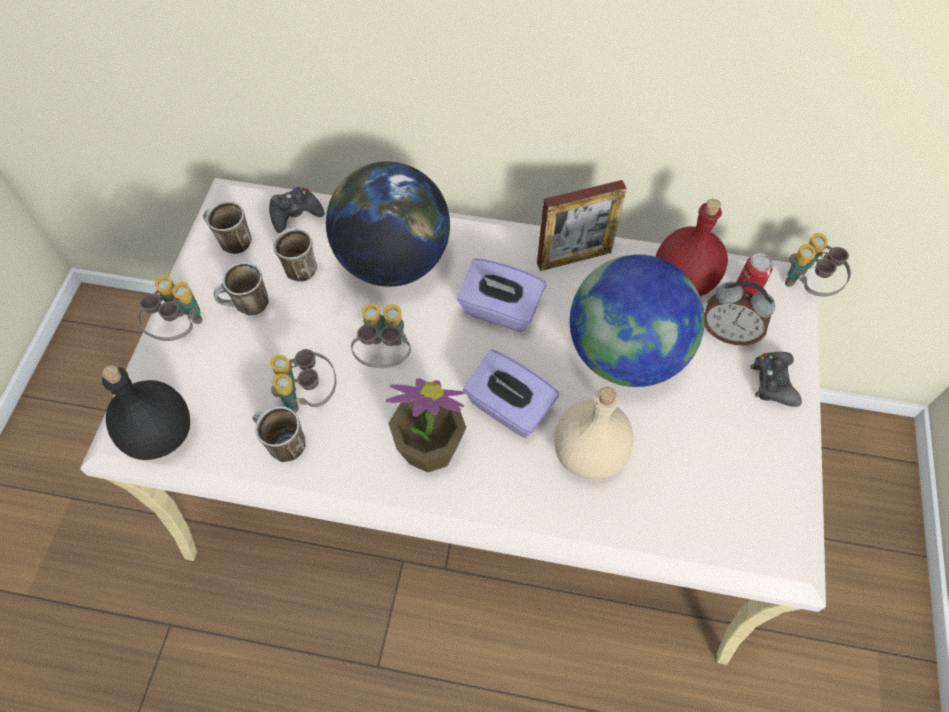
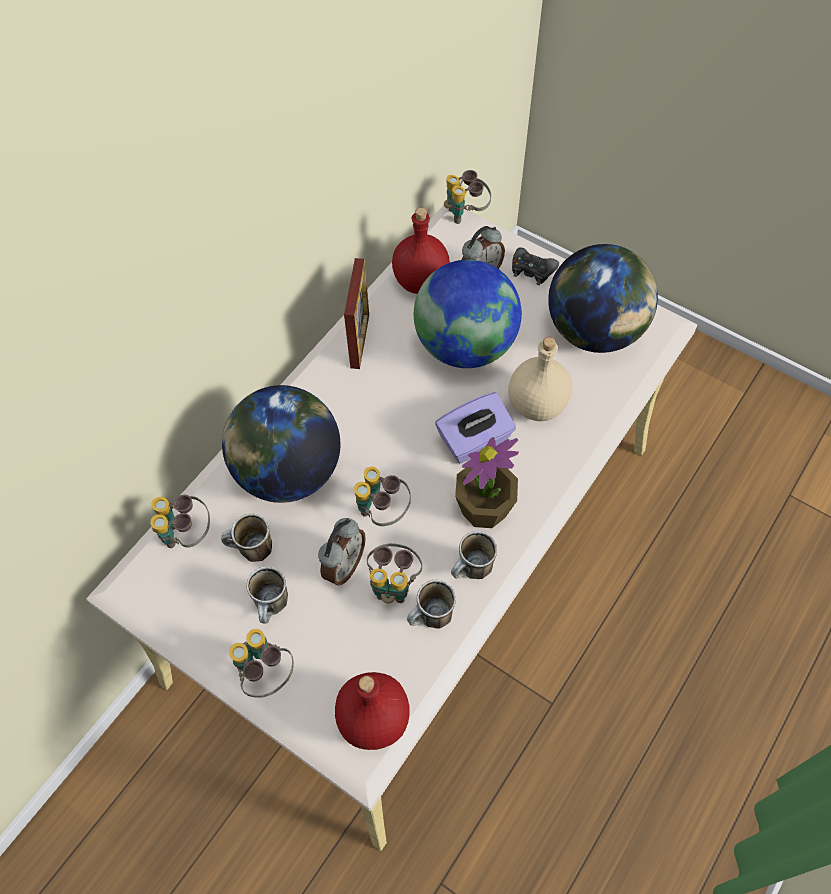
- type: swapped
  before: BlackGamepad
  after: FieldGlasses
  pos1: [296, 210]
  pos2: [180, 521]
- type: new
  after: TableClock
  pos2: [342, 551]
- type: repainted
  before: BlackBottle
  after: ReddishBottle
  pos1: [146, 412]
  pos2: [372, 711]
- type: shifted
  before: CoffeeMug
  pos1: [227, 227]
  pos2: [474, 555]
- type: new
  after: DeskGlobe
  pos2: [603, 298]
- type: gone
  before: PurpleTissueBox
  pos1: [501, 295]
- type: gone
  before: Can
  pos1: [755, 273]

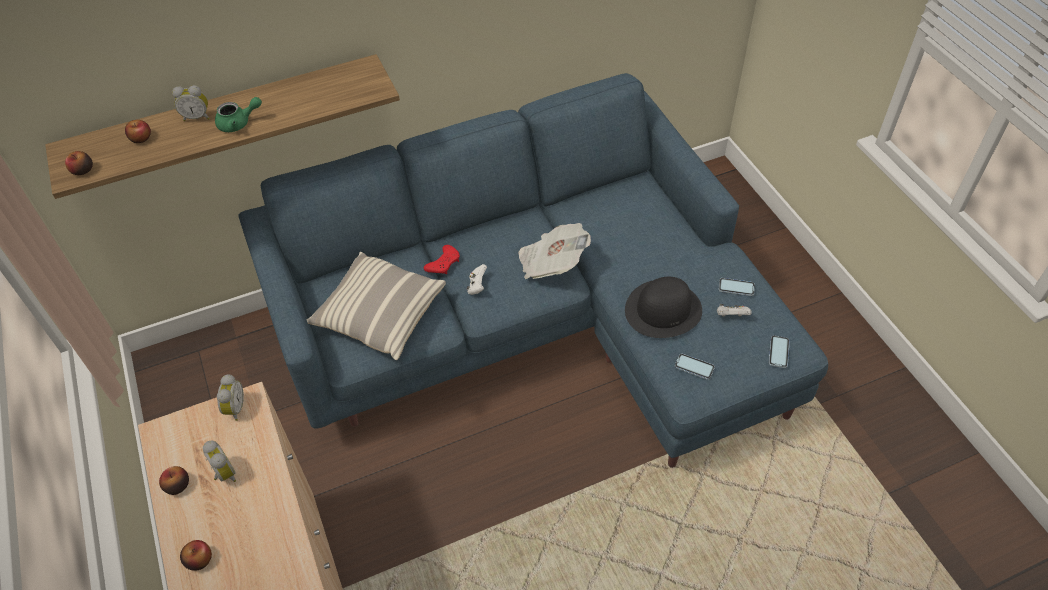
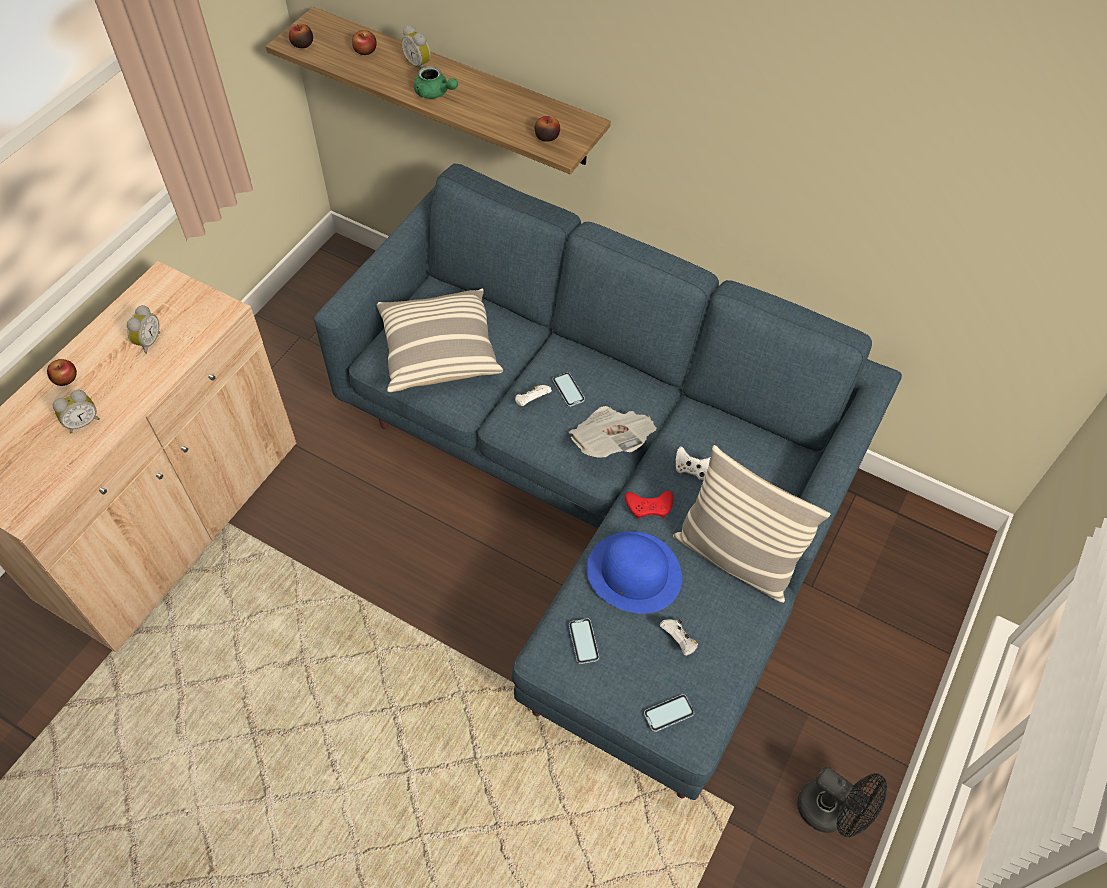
- type: shifted
  before: TableClock
  pos1: [230, 397]
  pos2: [76, 411]
- type: shifted
  before: Apple
  pos1: [174, 480]
  pos2: [547, 129]
- type: shifted
  before: Phone
  pos1: [737, 287]
  pos2: [568, 389]
- type: repainted
  before: BlackWearableHat
  after: BlueColouredWearableHat
  pos1: [663, 307]
  pos2: [634, 572]
- type: shifted
  before: ReddishGamepad
  pos1: [442, 260]
  pos2: [649, 505]
- type: new
  after: ThrowPillow
  pos2: [752, 524]
- type: new
  after: WhiteGamepad
  pos2: [693, 463]
- type: new
  after: BlackCoolingFan
  pos2: [842, 801]

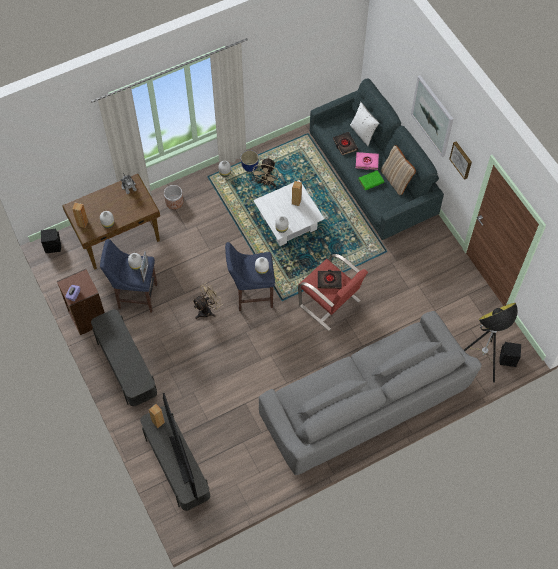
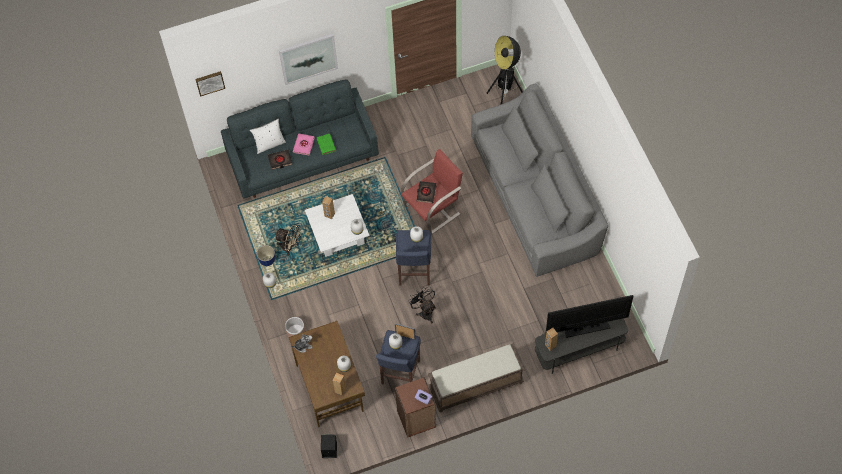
- type: shifted
  before: Picture
  pos1: [460, 161]
  pos2: [210, 84]
- type: repainted
  before: BeigeColouredCoolingFan
  after: BlackCoolingFan
  pos1: [207, 300]
  pos2: [422, 304]
- type: swapped
  before: GreyishMediaConsole
  after: BrownishLongSeat
  pos1: [124, 357]
  pos2: [476, 378]
- type: gone
  before: BeigeColouredThrowPillow
  pos1: [398, 170]

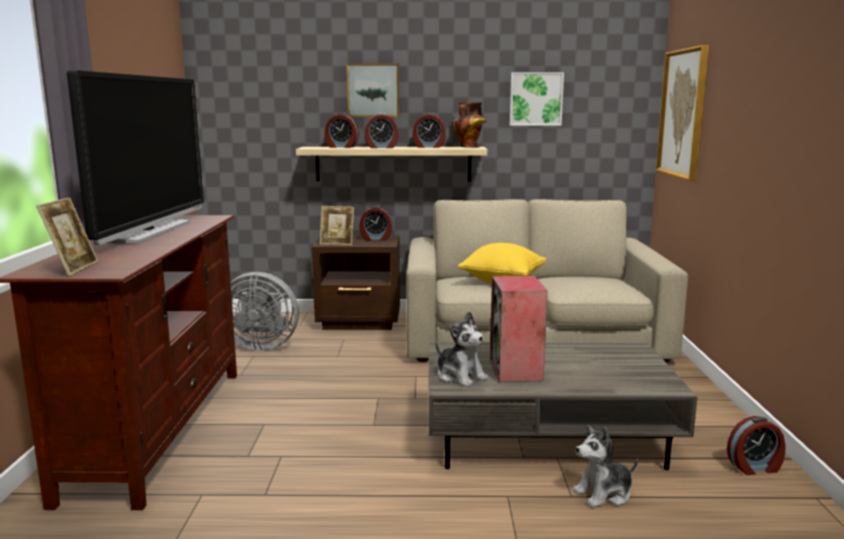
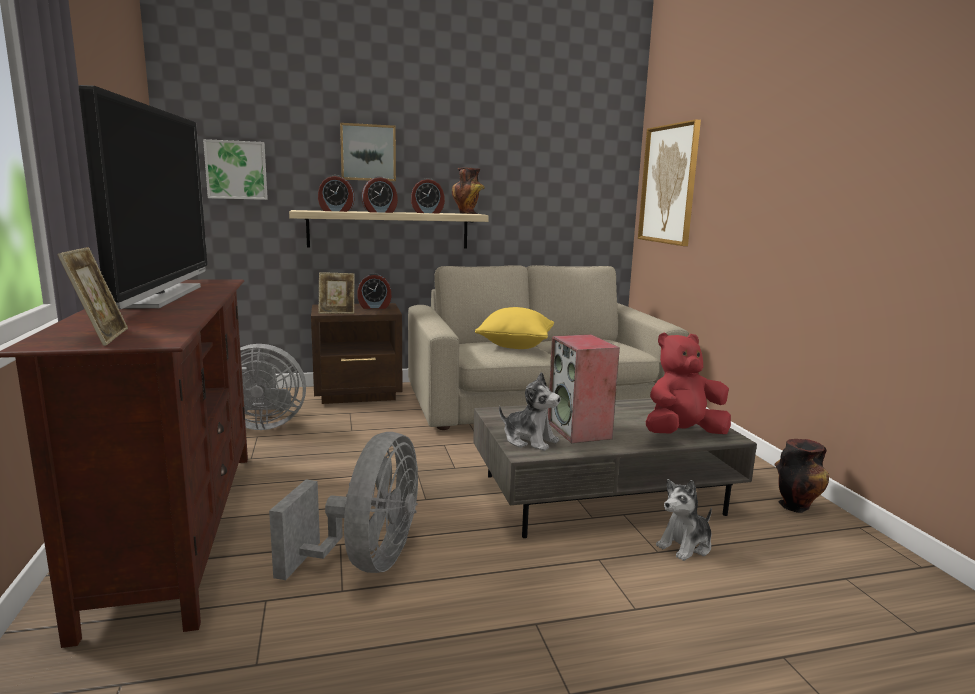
- type: shifted
  before: Picture
  pos1: [537, 99]
  pos2: [235, 169]
- type: new
  after: GreyishCoolingFan
  pos2: [343, 506]
- type: new
  after: ReddishPlushToy
  pos2: [688, 383]
- type: swapped
  before: TableClock
  after: FlowerVase
  pos1: [756, 445]
  pos2: [802, 476]

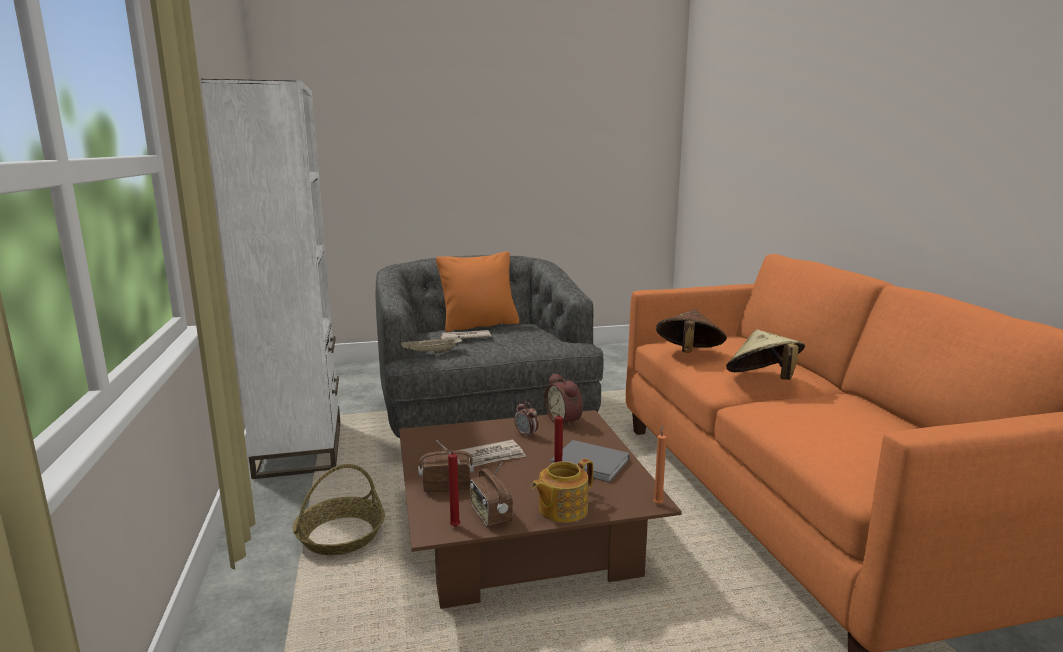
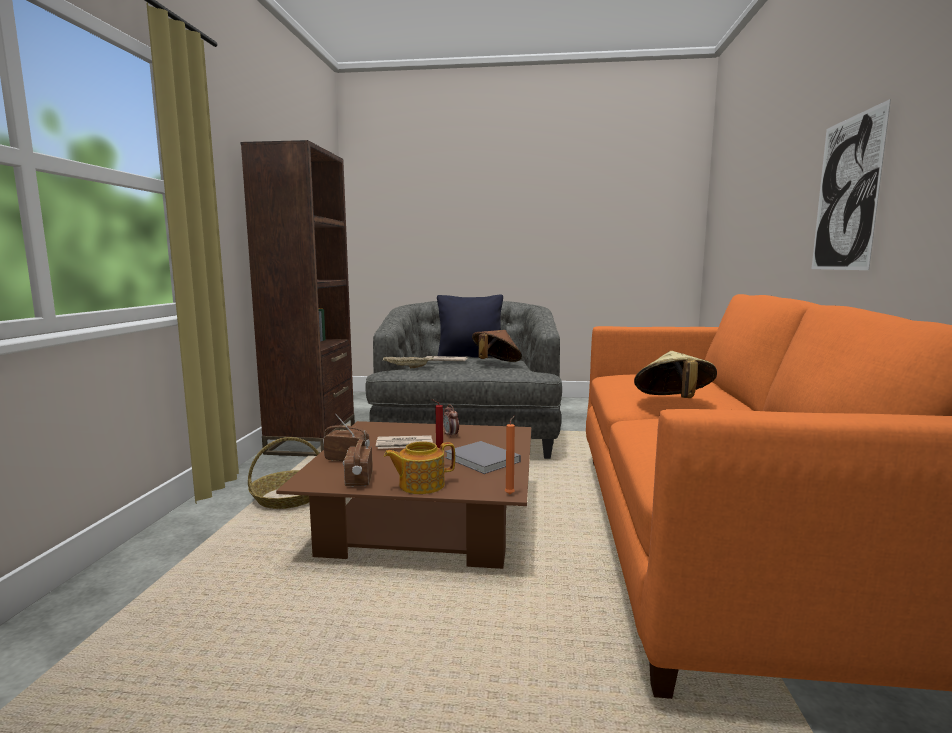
- type: repainted
  before: WhiteBookshelf
  after: BrownishBookshelf
  pos1: [271, 279]
  pos2: [297, 298]
- type: repainted
  before: OrangeColouredThrowPillow
  after: BlackThrowPillow
  pos1: [477, 291]
  pos2: [470, 326]
- type: shifted
  before: BrownishWearableHat
  pos1: [691, 331]
  pos2: [497, 346]
- type: new
  after: Picture
  pos2: [851, 184]
- type: gone
  before: ReddishWaxCandle
  pos1: [452, 488]
- type: gone
  before: TableClock
  pos1: [564, 400]

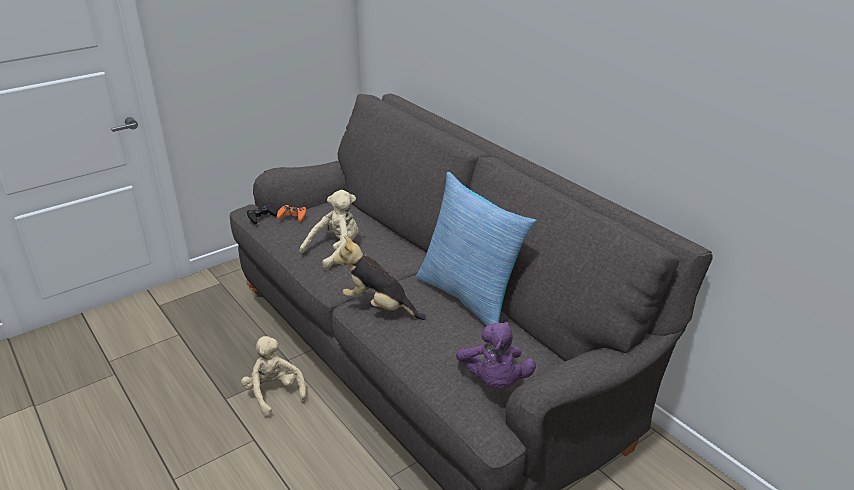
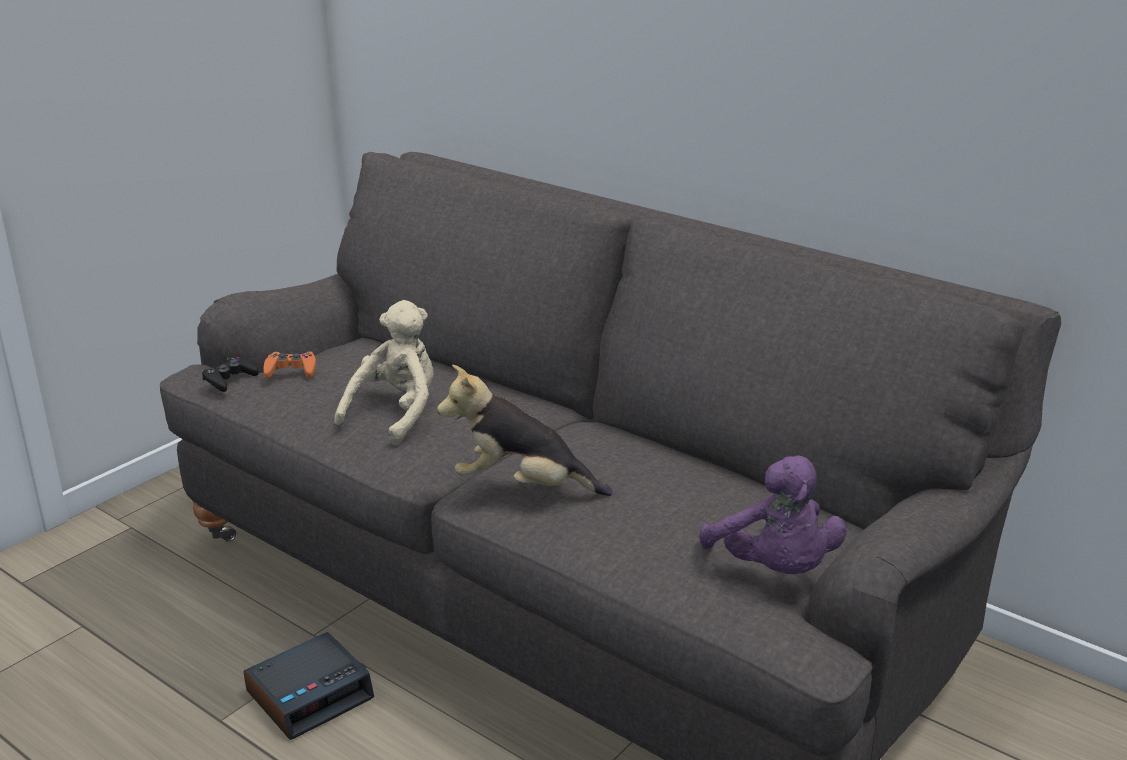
- type: swapped
  before: BeigeColouredPlushToy
  after: TableClock
  pos1: [273, 376]
  pos2: [308, 686]
- type: gone
  before: ThrowPillow
  pos1: [476, 249]

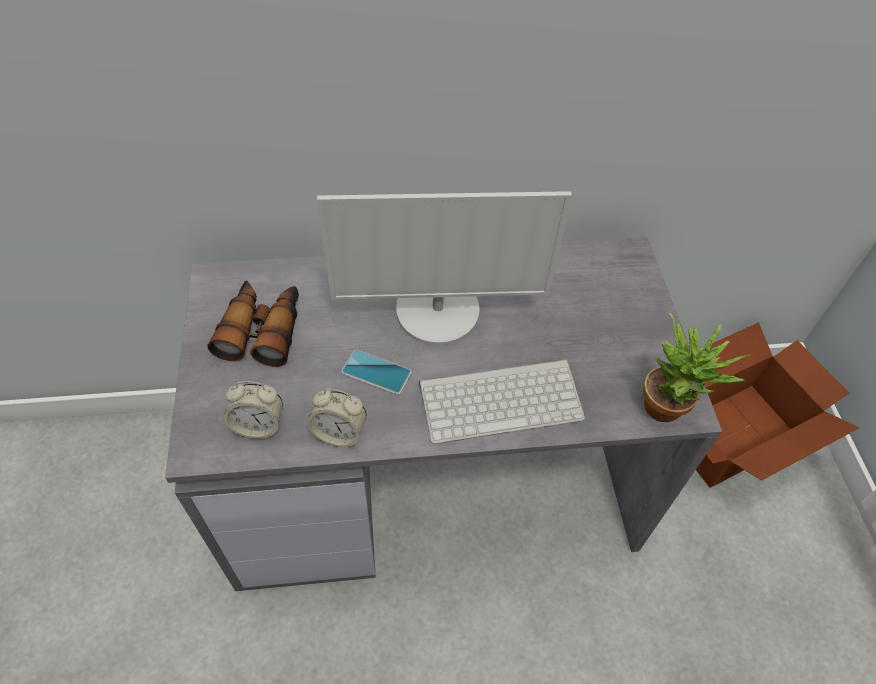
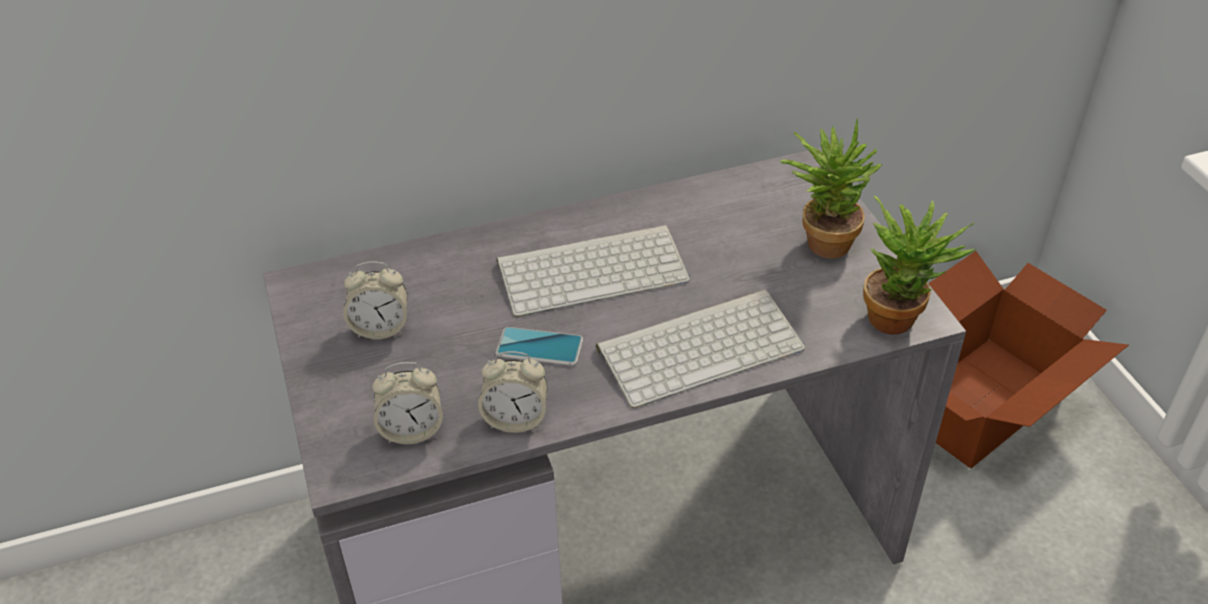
- type: swapped
  before: FieldGlasses
  after: TableClock
  pos1: [253, 323]
  pos2: [375, 300]
- type: swapped
  before: ComputerScreen
  after: PcKeyboard
  pos1: [444, 268]
  pos2: [593, 271]
- type: new
  after: Houseplant
  pos2: [831, 188]

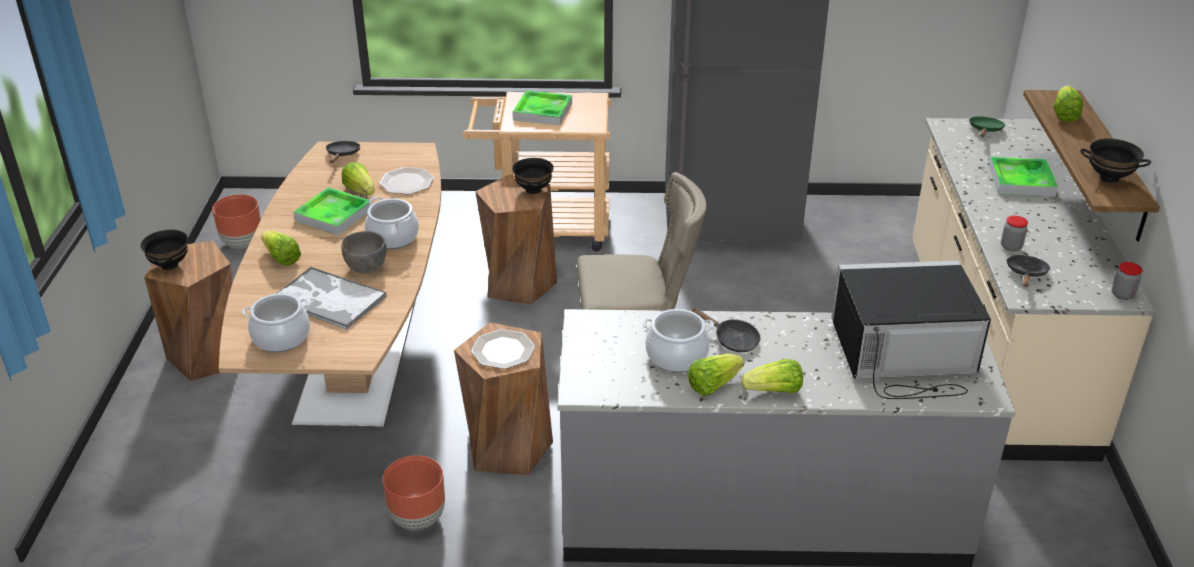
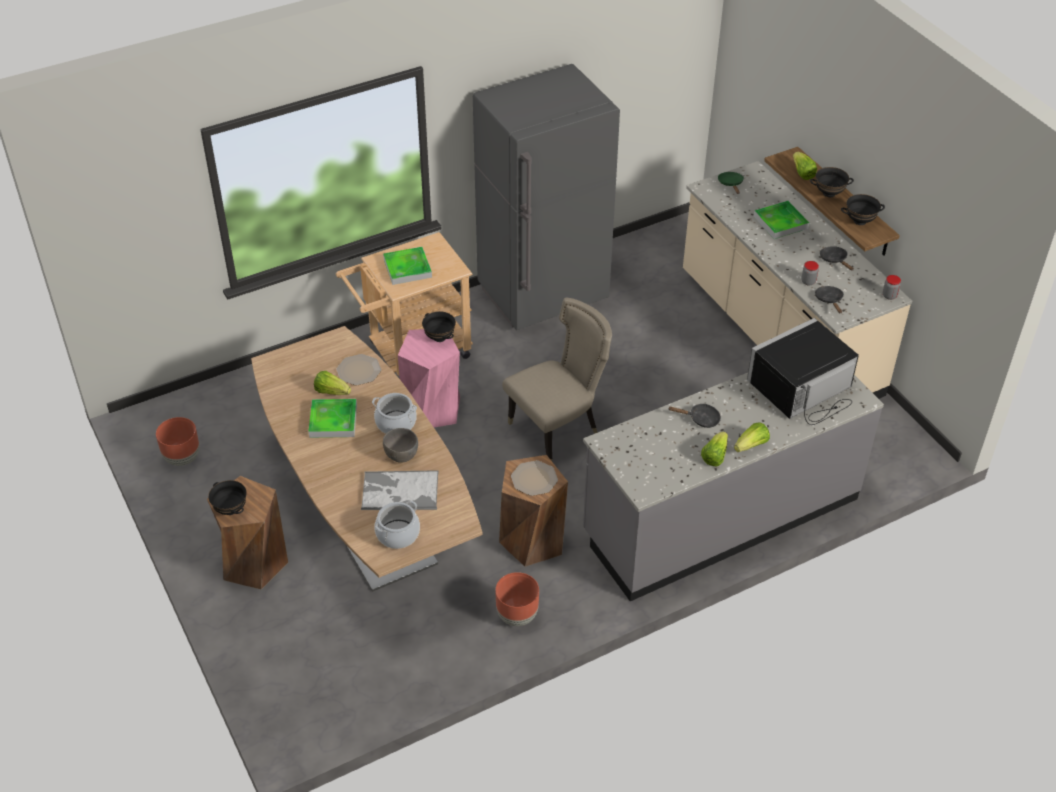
- type: repainted
  before: BrownishSittingStool
  after: PinkSittingStool
  pos1: [516, 239]
  pos2: [429, 378]
- type: new
  after: BlackBowl
  pos2: [832, 182]
- type: shifted
  before: BlackSkillet
  pos1: [343, 152]
  pos2: [837, 258]
- type: gone
  before: LettuceHead
  pos1: [281, 248]
- type: gone
  before: CookingPot
  pos1: [678, 340]

